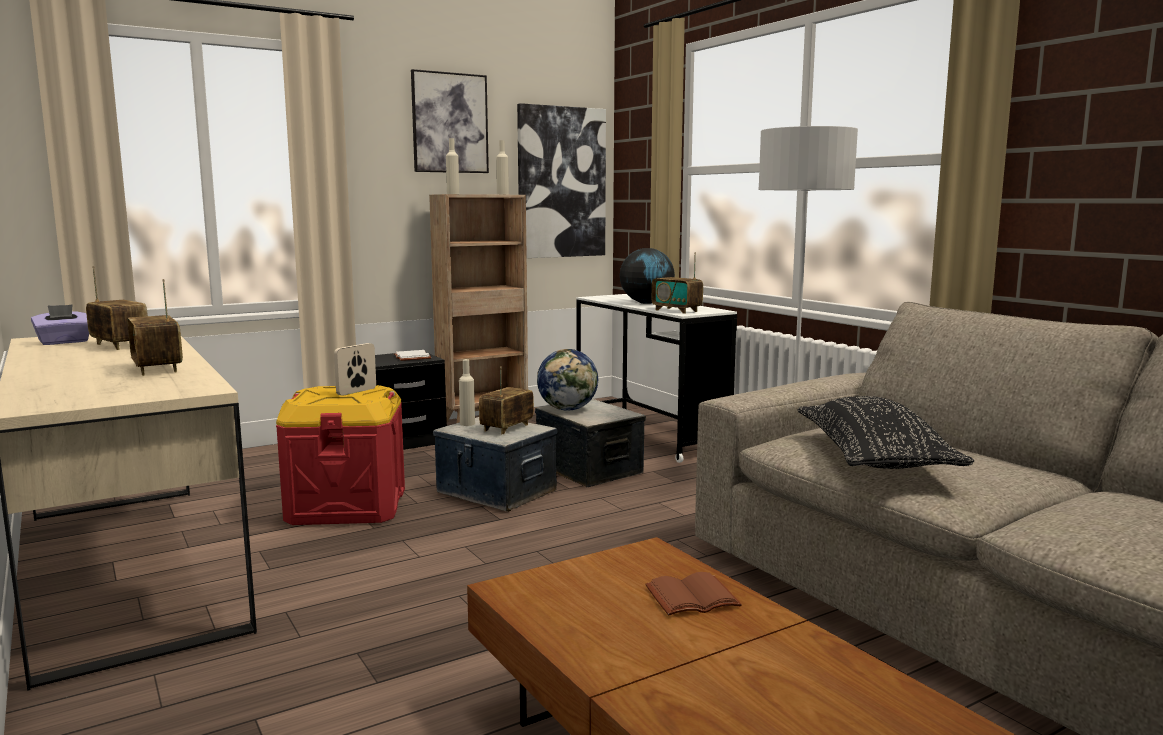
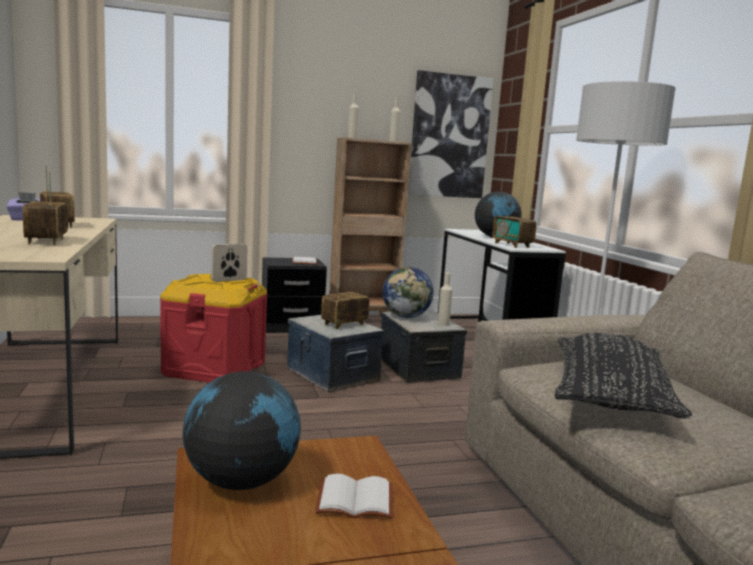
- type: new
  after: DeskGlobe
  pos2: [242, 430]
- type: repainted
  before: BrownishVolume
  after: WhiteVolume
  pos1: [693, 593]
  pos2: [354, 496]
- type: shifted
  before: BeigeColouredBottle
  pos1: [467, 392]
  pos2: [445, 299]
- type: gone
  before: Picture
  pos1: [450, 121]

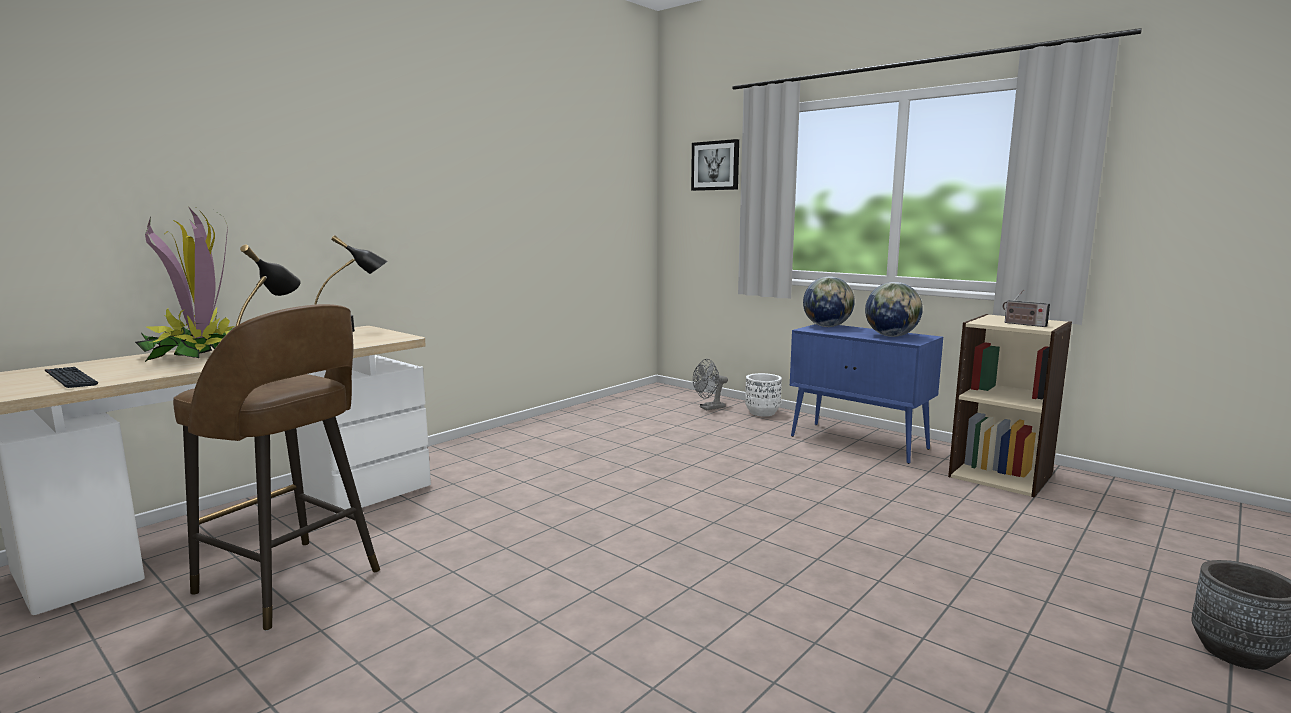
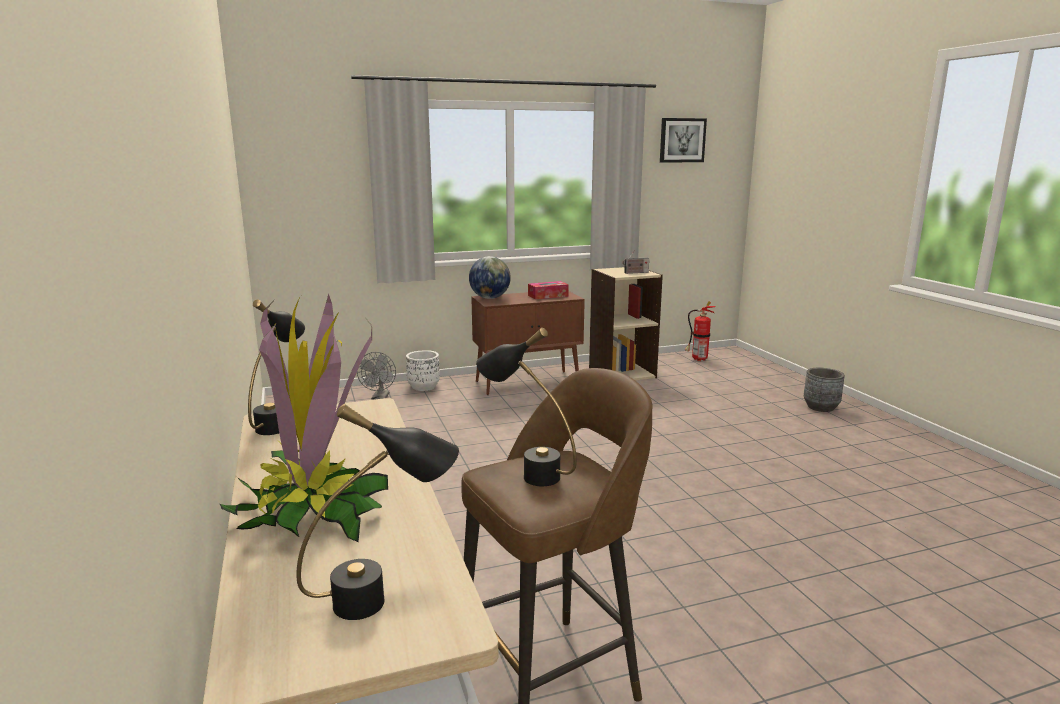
- type: swapped
  before: PcKeyboard
  after: BlackTabletopLamp
  pos1: [71, 377]
  pos2: [377, 512]
- type: repainted
  before: BlueColouredCabinet
  after: BrownishCabinet
  pos1: [866, 394]
  pos2: [528, 343]
- type: swapped
  before: DeskGlobe
  after: TissueBox
  pos1: [894, 309]
  pos2: [548, 290]
- type: shifted
  before: Picture
  pos1: [715, 165]
  pos2: [683, 140]
- type: new
  after: FireExtinguisher
  pos2: [700, 331]

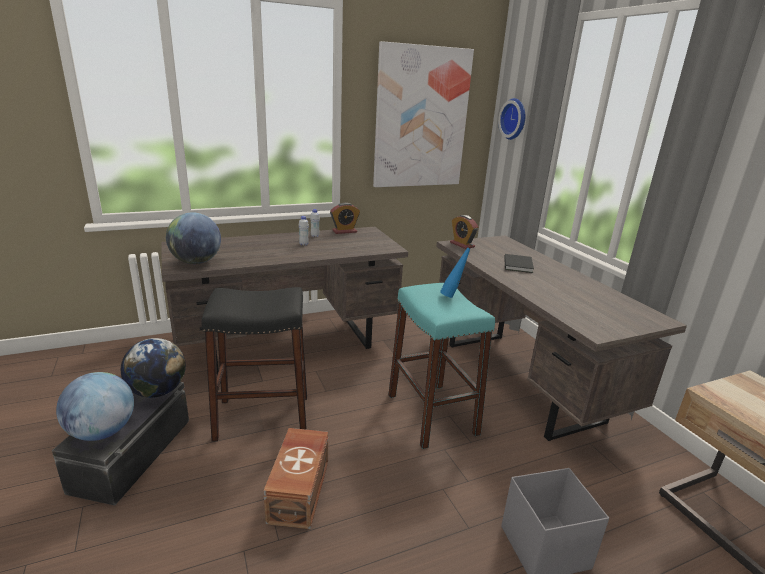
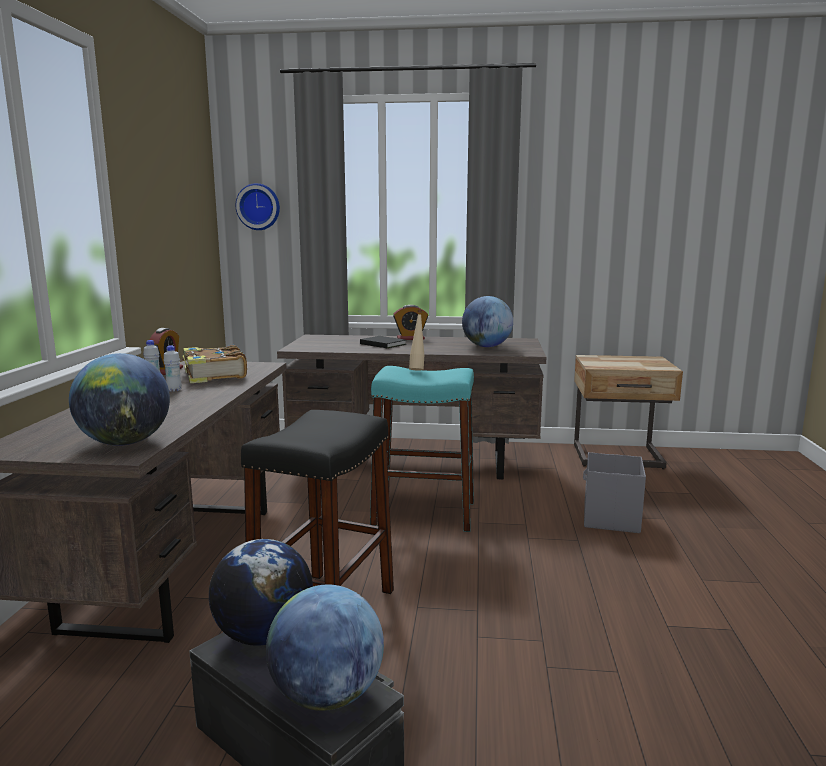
- type: new
  after: Volume
  pos2: [213, 364]
- type: shifted
  before: TableClock
  pos1: [464, 232]
  pos2: [410, 322]
- type: repainted
  before: BlueColouredBottle
  after: BeigeColouredBottle
  pos1: [456, 270]
  pos2: [416, 340]
- type: new
  after: DeskGlobe
  pos2: [487, 321]
- type: gone
  before: BrownishStorageContainer
  pos1: [295, 478]
- type: gone
  before: Picture
  pos1: [423, 114]

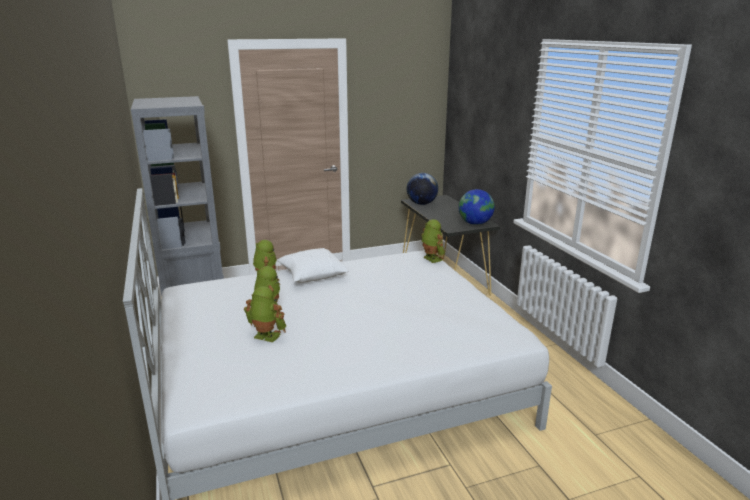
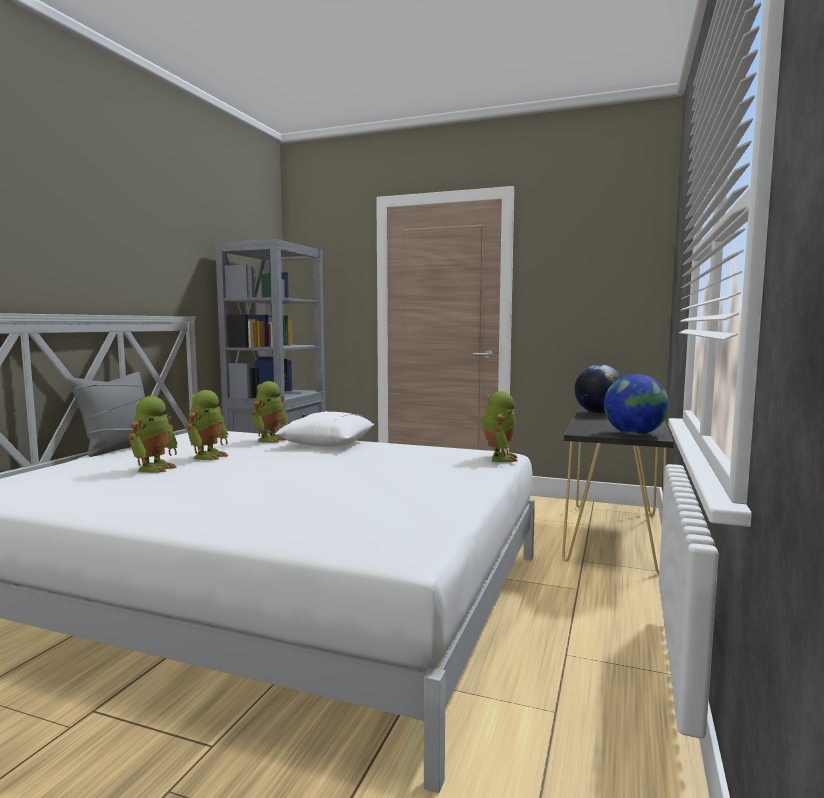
- type: new
  after: GreyishThrowPillow
  pos2: [106, 414]
- type: rotated
  before: ModelRobot
  pos1: [265, 314]
  pos2: [152, 434]
  turn: 45

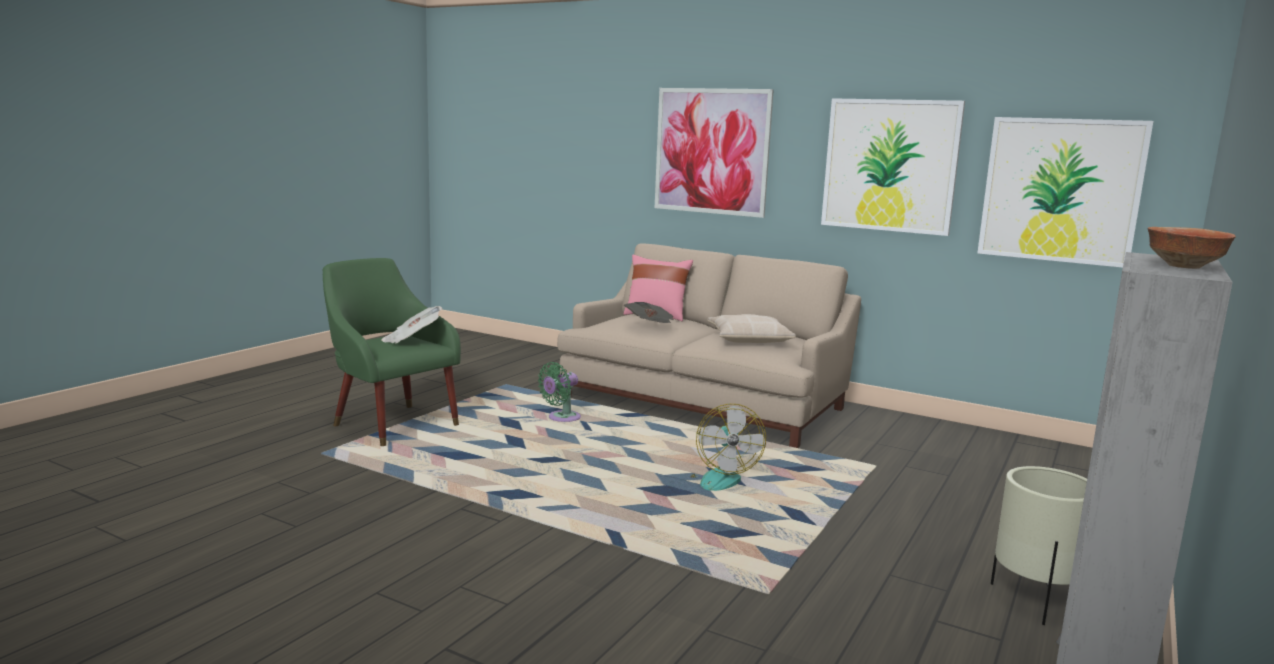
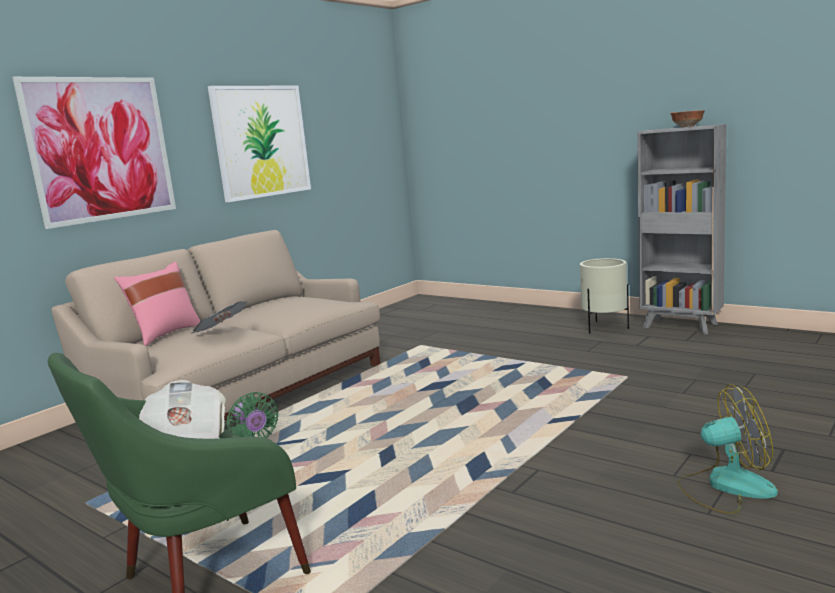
- type: shifted
  before: CoolingFan
  pos1: [728, 447]
  pos2: [727, 449]
- type: gone
  before: BeigeColouredThrowPillow
  pos1: [751, 328]
- type: gone
  before: Picture
  pos1: [1065, 192]

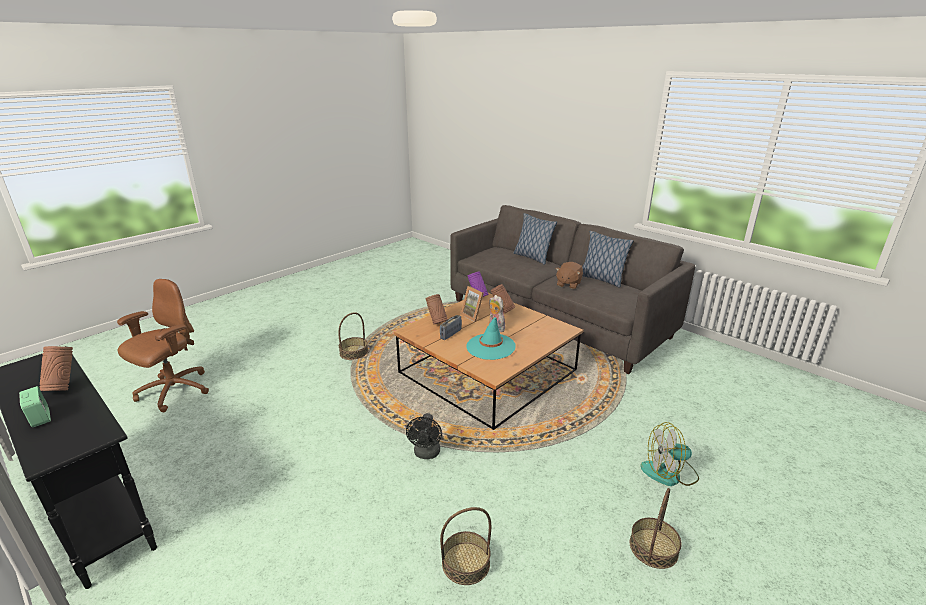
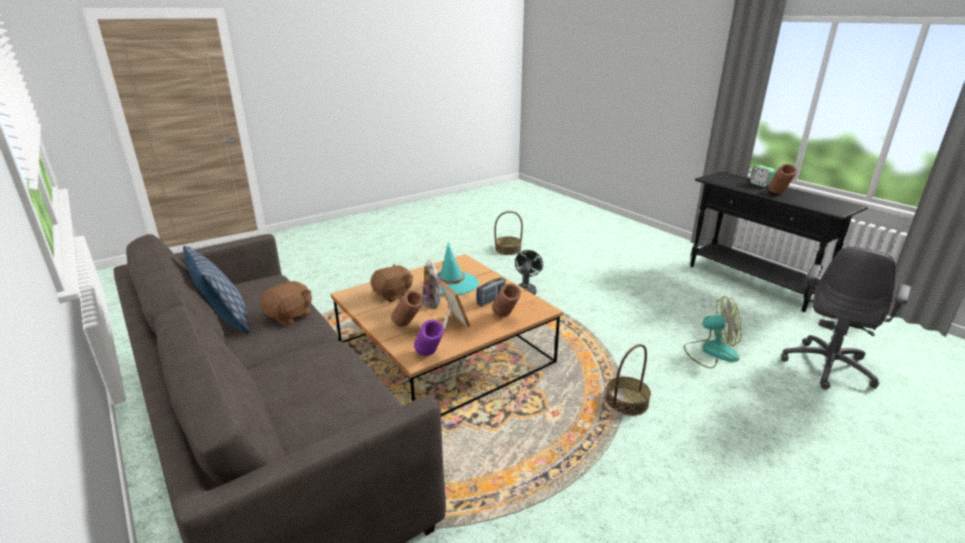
- type: new
  after: BrownishPlushToy
  pos2: [392, 283]
- type: shifted
  before: CoolingFan
  pos1: [669, 454]
  pos2: [712, 332]
- type: repainted
  before: BrownishDeskChair
  after: GreyishDeskChair
  pos1: [163, 345]
  pos2: [846, 318]
- type: gone
  before: ThrowPillow
  pos1: [535, 239]
- type: gone
  before: Basket
  pos1: [656, 528]

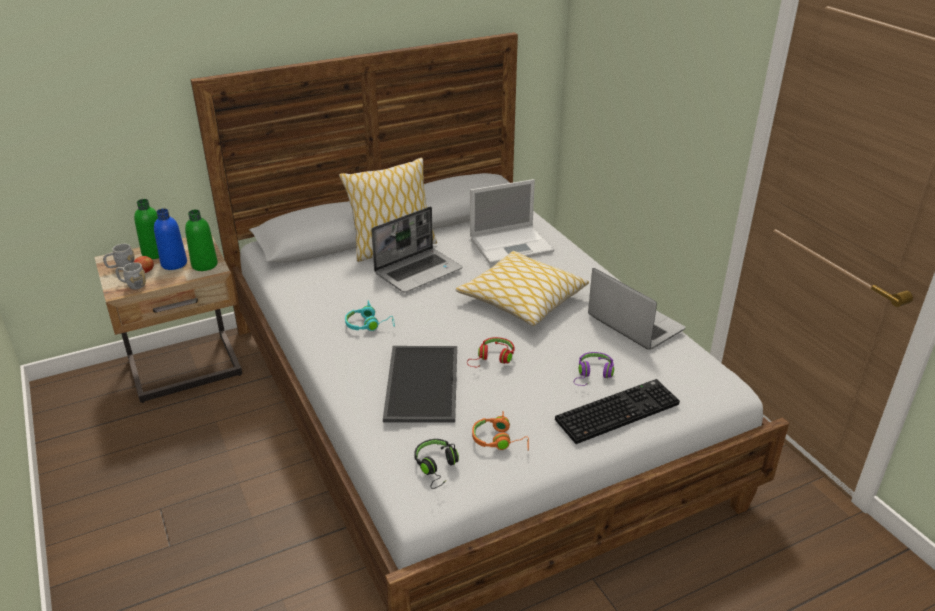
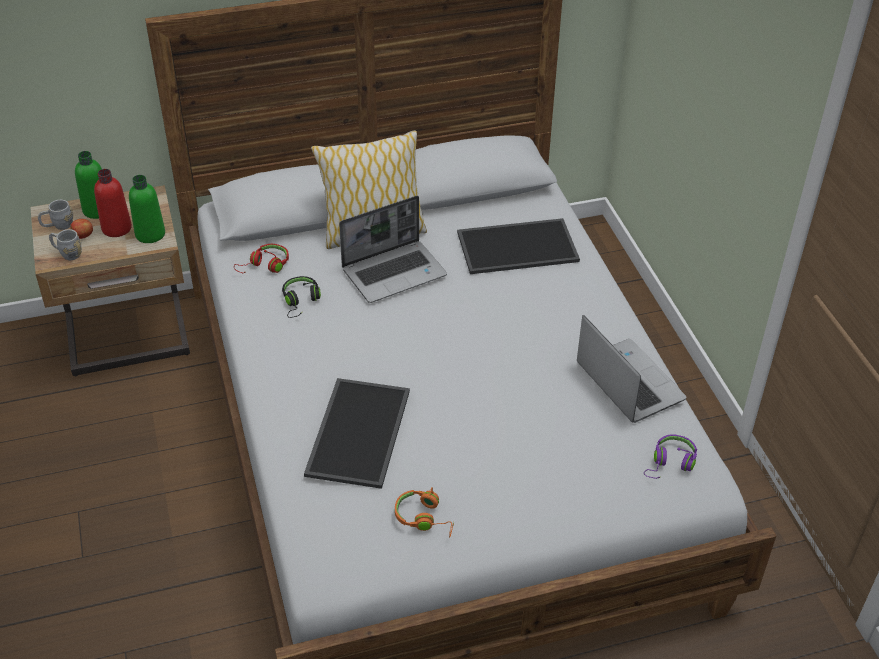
- type: repainted
  before: BlueColouredBottle
  after: ReddishBottle
  pos1: [170, 239]
  pos2: [113, 203]
- type: shifted
  before: ReddishPairOfHeadphones
  pos1: [491, 352]
  pos2: [261, 258]
- type: shifted
  before: BlackPairOfHeadphones
  pos1: [436, 464]
  pos2: [301, 297]
- type: swapped
  before: NotebookComputer
  after: Tray
  pos1: [512, 221]
  pos2: [518, 246]
- type: shifted
  before: PurplePairOfHeadphones
  pos1: [594, 369]
  pos2: [670, 457]
- type: gone
  before: BlueGreenPairOfHeadphones
  pos1: [370, 315]
- type: gone
  before: ThrowPillow
  pos1: [522, 288]
- type: gone
  before: PcKeyboard
  pos1: [617, 411]

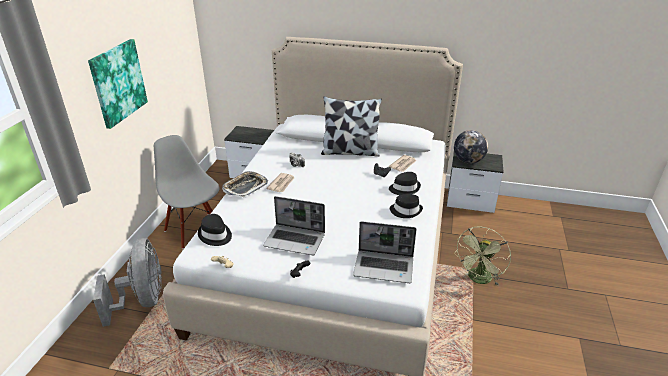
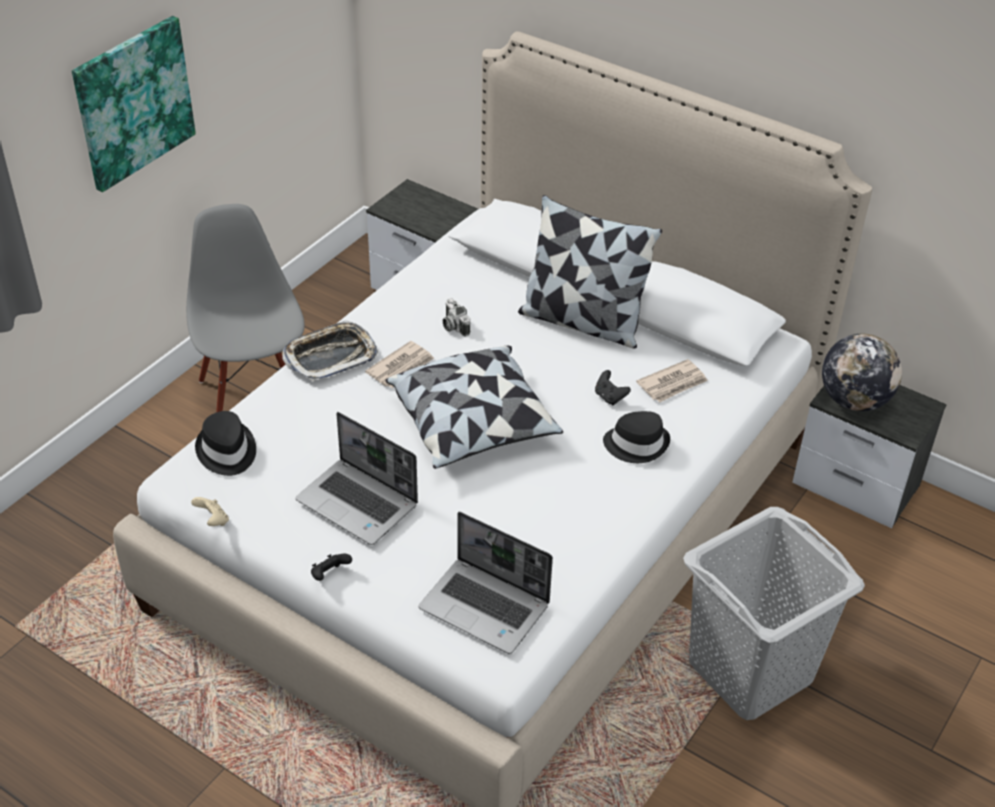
- type: new
  after: ThrowPillow
  pos2: [474, 407]
- type: swapped
  before: GreenCoolingFan
  after: GreyishLaundryBasket
  pos1: [482, 256]
  pos2: [774, 613]
- type: gone
  before: GreyishCoolingFan
  pos1: [127, 282]
- type: gone
  before: BlackWearableHat
  pos1: [406, 206]

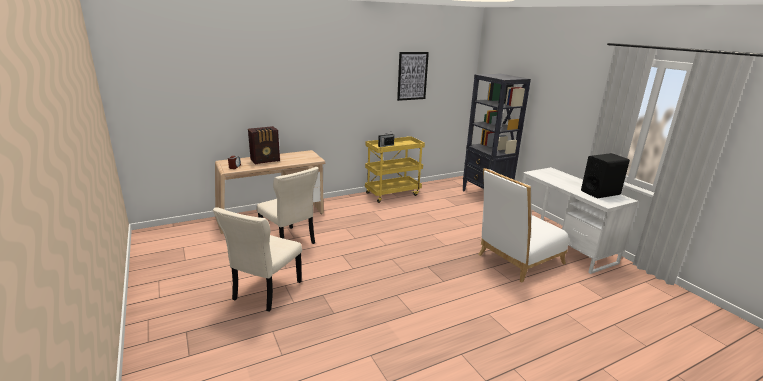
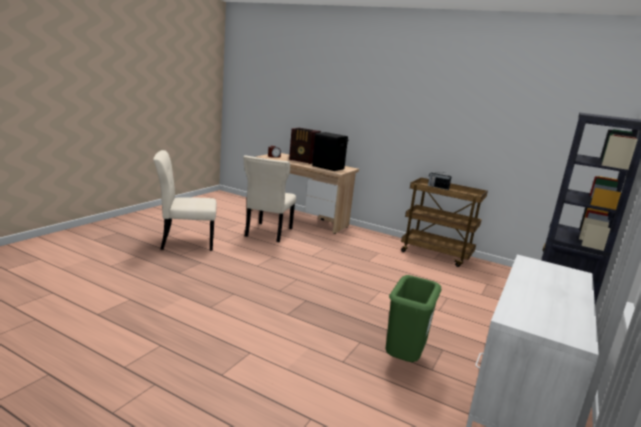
- type: shifted
  before: BlackSpeaker
  pos1: [605, 175]
  pos2: [330, 151]
- type: swapped
  before: WhiteUprightChair
  after: GreenRubbishBin
  pos1: [523, 225]
  pos2: [413, 318]
- type: repainted
  before: YellowColouredWheeledCart
  after: BrownishWheeledCart
  pos1: [395, 169]
  pos2: [444, 222]
- type: gone
  before: Picture
  pos1: [413, 76]

